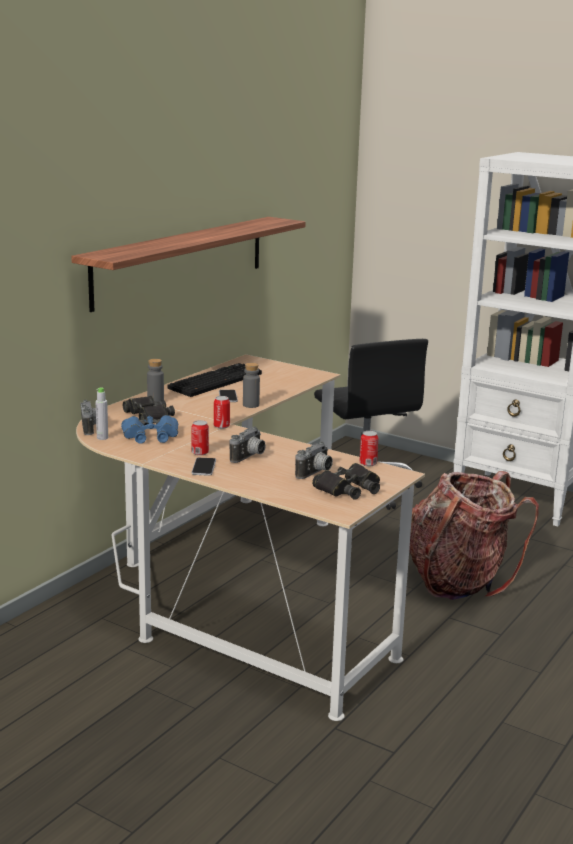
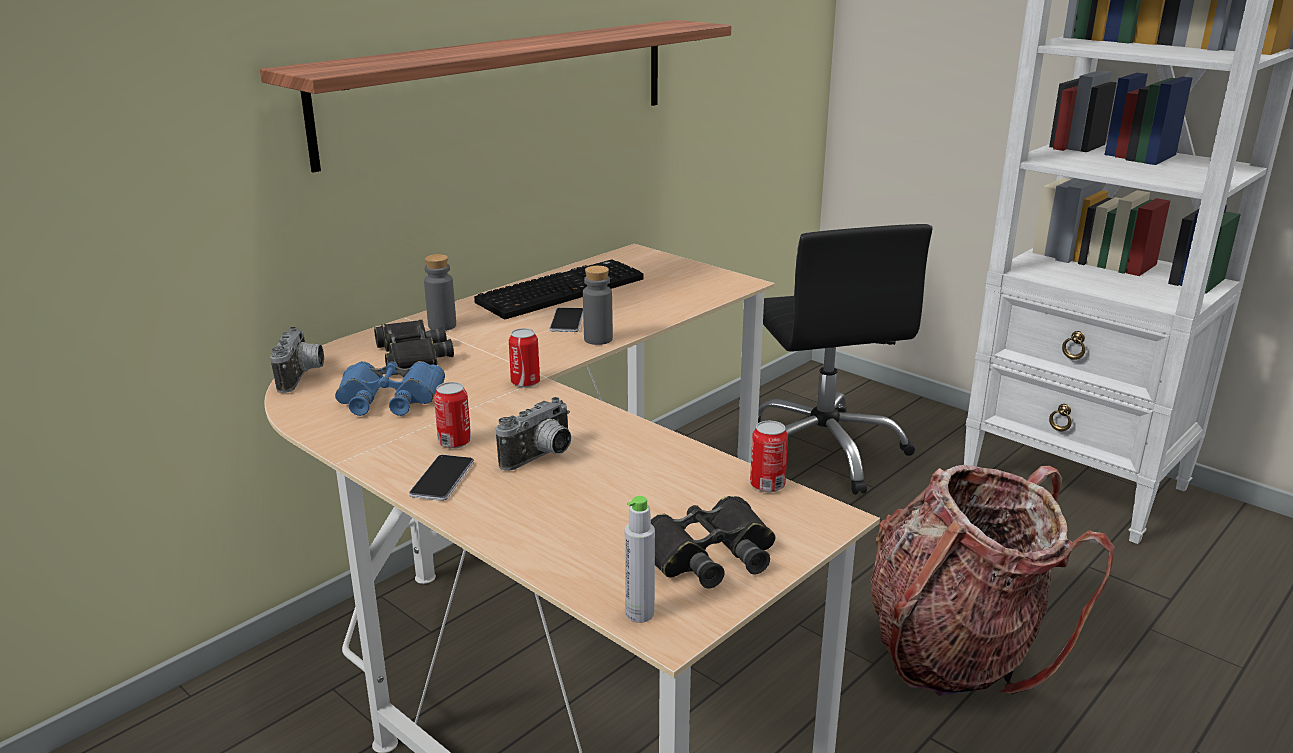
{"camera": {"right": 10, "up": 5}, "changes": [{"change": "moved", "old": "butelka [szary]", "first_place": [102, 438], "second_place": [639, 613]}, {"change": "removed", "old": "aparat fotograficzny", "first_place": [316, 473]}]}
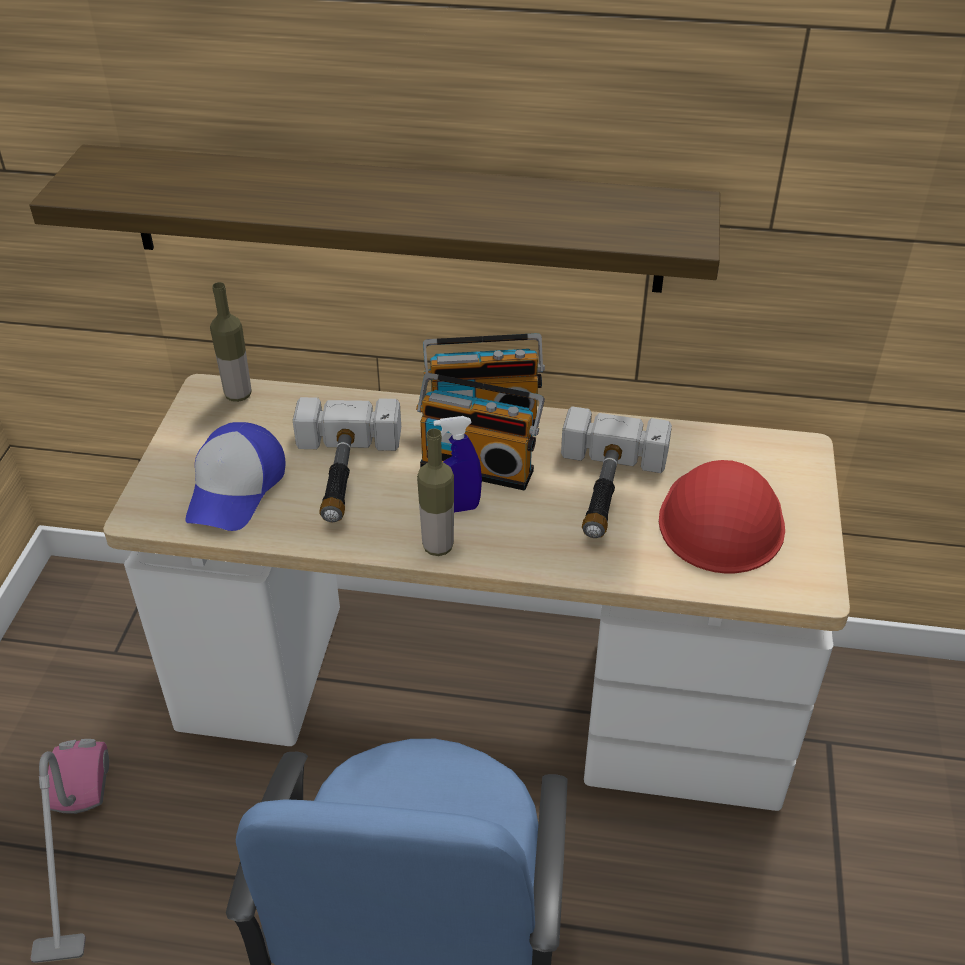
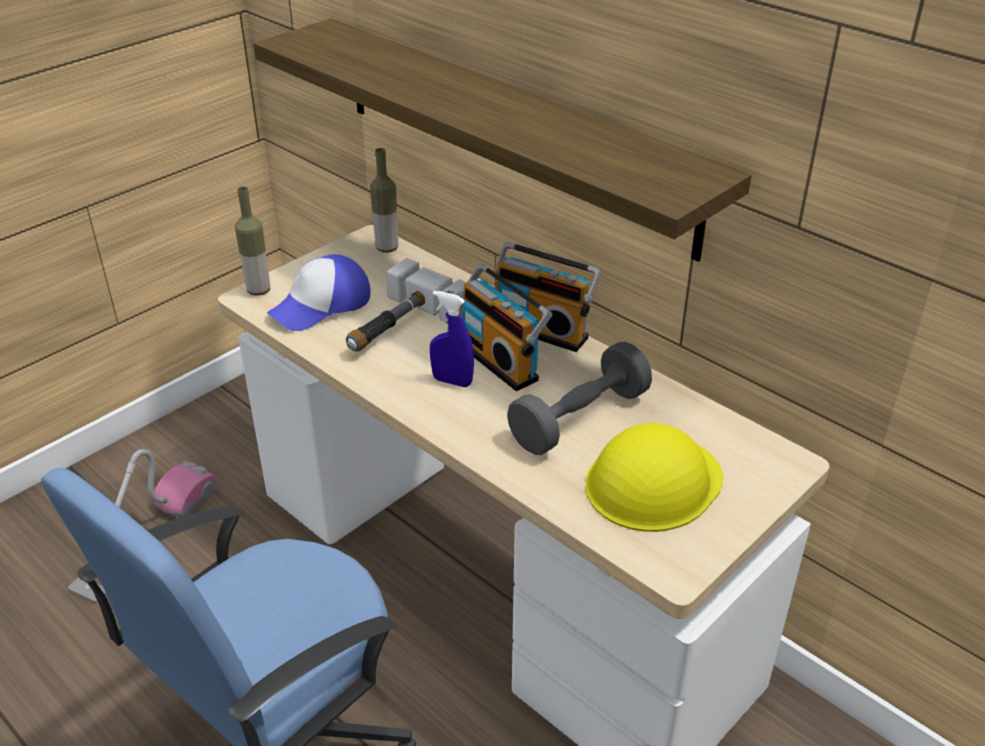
{"camera": {"right": 35, "up": -5}, "changes": [{"change": "moved", "old": "butelka", "first_place": [438, 546], "second_place": [259, 290]}, {"change": "replaced", "old": "młotek", "new": "hantel [szary]", "first_place": [605, 491], "second_place": [579, 419]}, {"change": "recoloured", "old": "kask [czerwony]", "new": "kask [żółty]", "first_place": [721, 519], "second_place": [653, 482]}]}
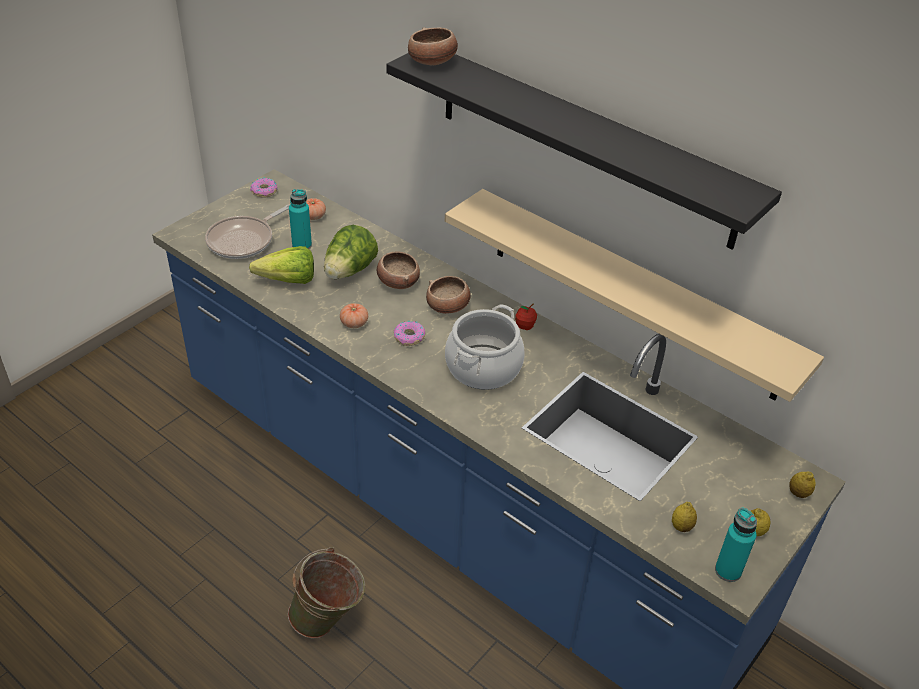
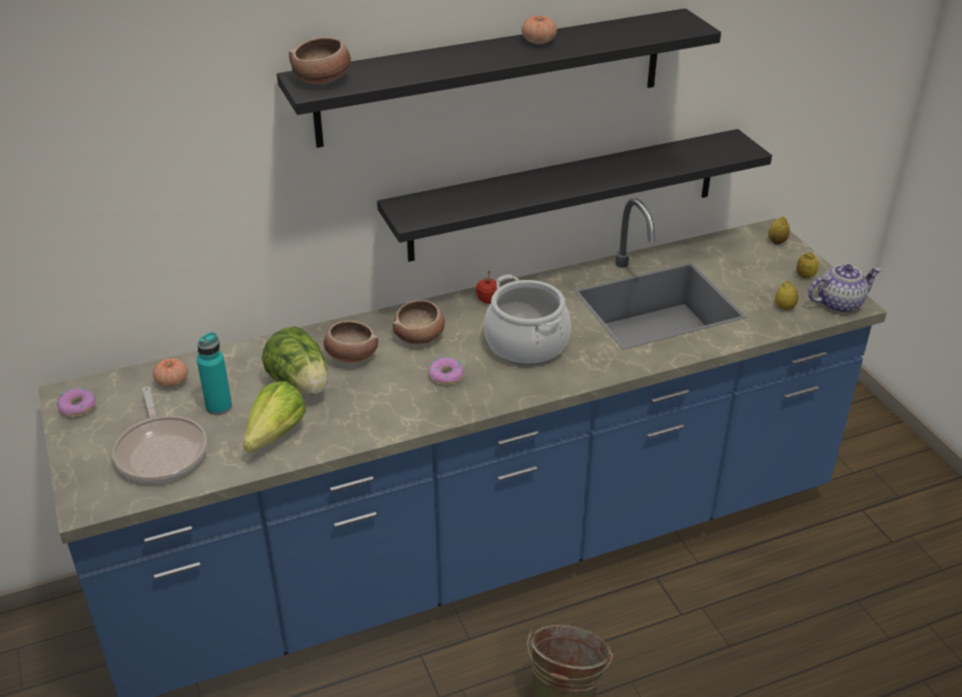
{"camera": {"right": -60, "up": -5}, "changes": [{"change": "moved", "old": "pomidor", "first_place": [354, 323], "second_place": [538, 41]}, {"change": "recoloured", "old": "półka [beżowy]", "new": "półka [czarny]", "first_place": [632, 293], "second_place": [565, 195]}, {"change": "replaced", "old": "butelka [turkusowy]", "new": "imbryk", "first_place": [728, 571], "second_place": [839, 303]}]}
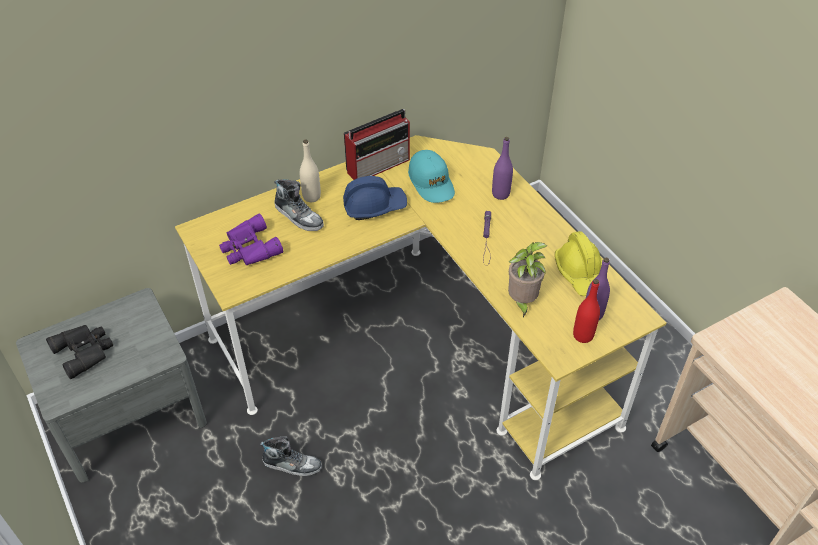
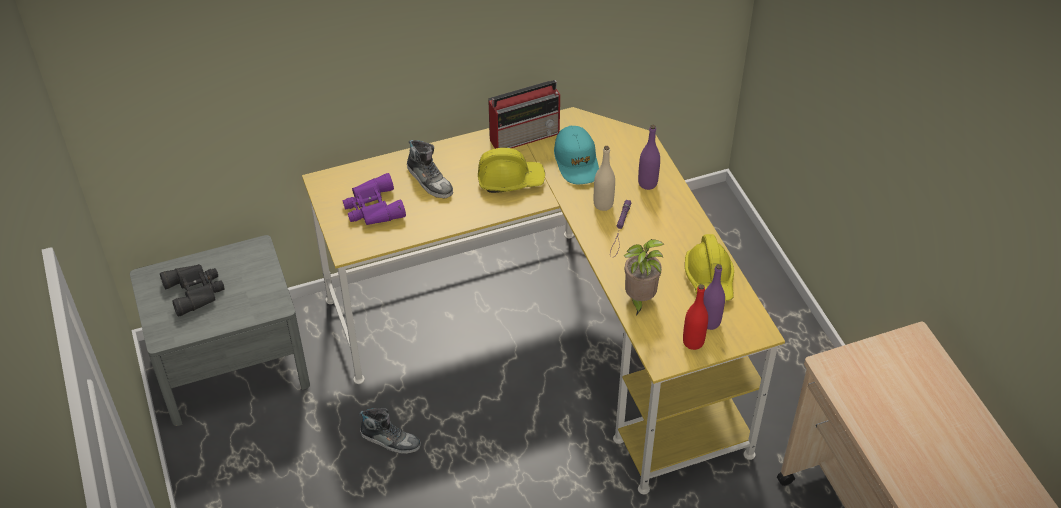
{"camera": {"right": 10, "up": 0}, "changes": [{"change": "moved", "old": "butelka [beżowy]", "first_place": [311, 197], "second_place": [603, 204]}, {"change": "recoloured", "old": "kask [niebieski]", "new": "kask [żółty]", "first_place": [374, 206], "second_place": [510, 180]}]}
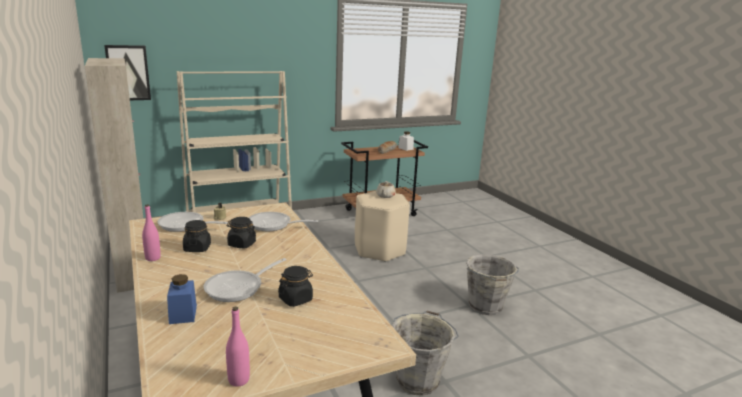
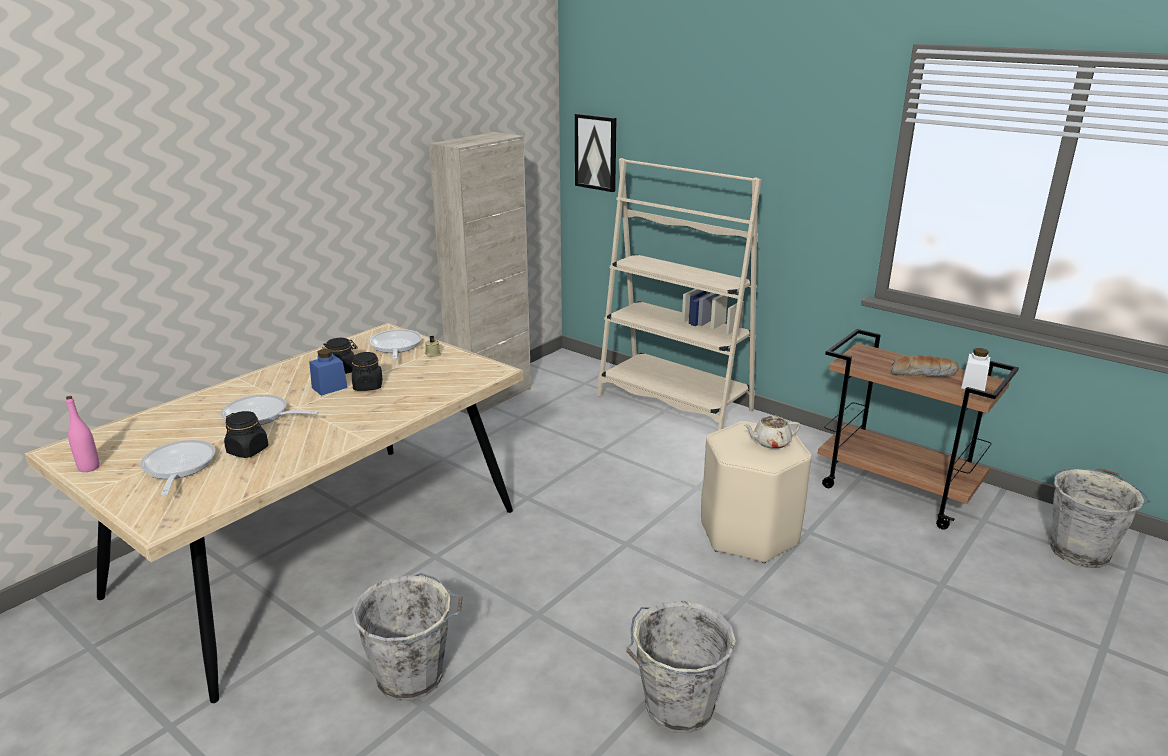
{"camera": {"right": 65, "up": 5}, "changes": [{"change": "removed", "old": "butelka [różowy]", "first_place": [153, 258]}, {"change": "moved", "old": "słoik [niebieski]", "first_place": [183, 314], "second_place": [329, 387]}, {"change": "moved", "old": "patelnia", "first_place": [273, 225], "second_place": [178, 468]}, {"change": "added", "new": "wiadro [szary]", "second_place": [1080, 550]}]}
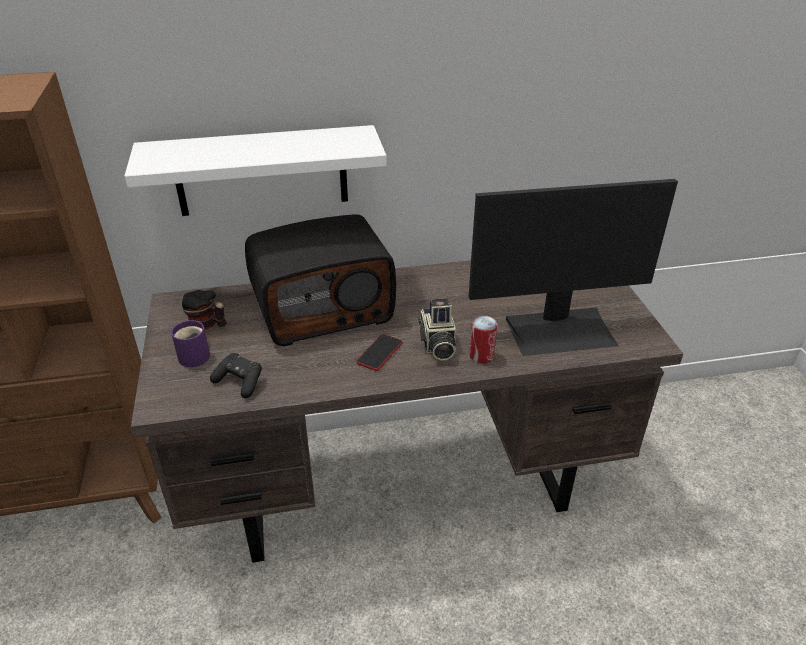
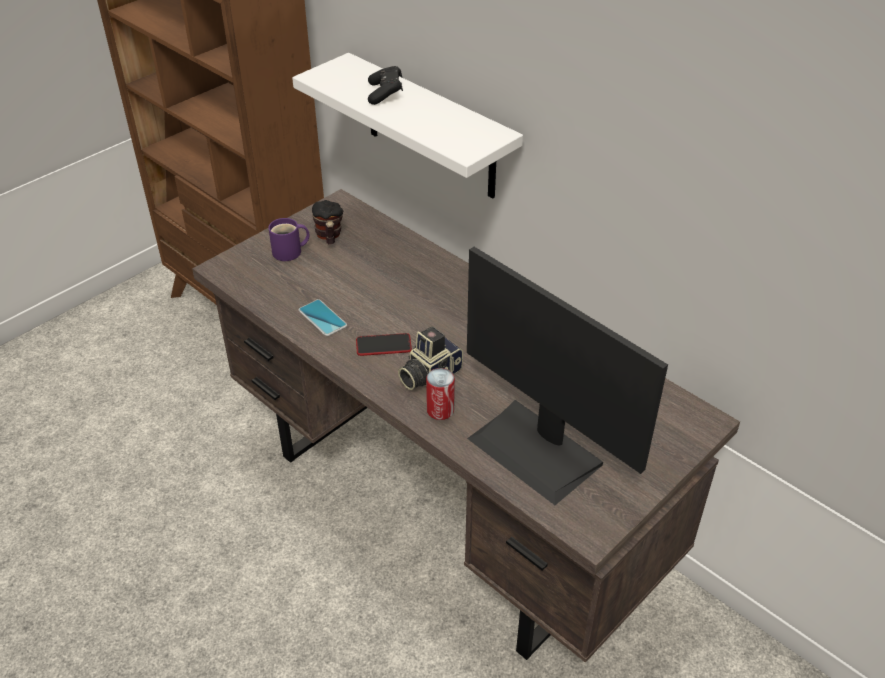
{"camera": {"right": 55, "up": 5}, "changes": [{"change": "moved", "old": "pad do gier [czarny]", "first_place": [240, 382], "second_place": [385, 94]}, {"change": "removed", "old": "radio", "first_place": [323, 308]}, {"change": "added", "new": "telefon", "second_place": [322, 318]}]}
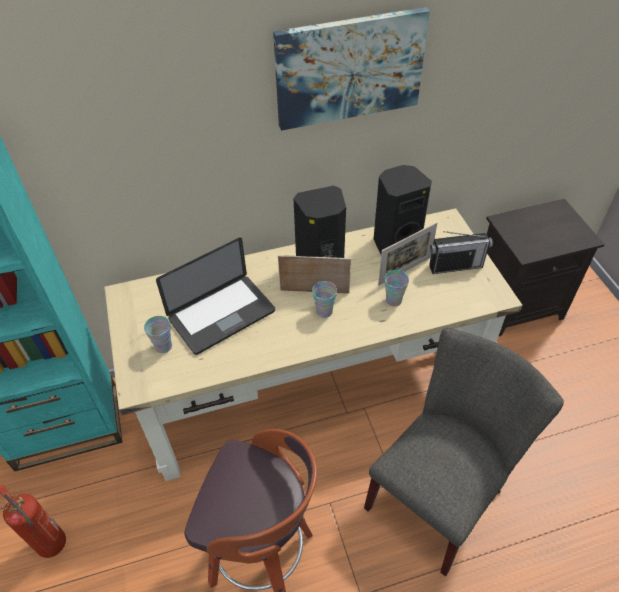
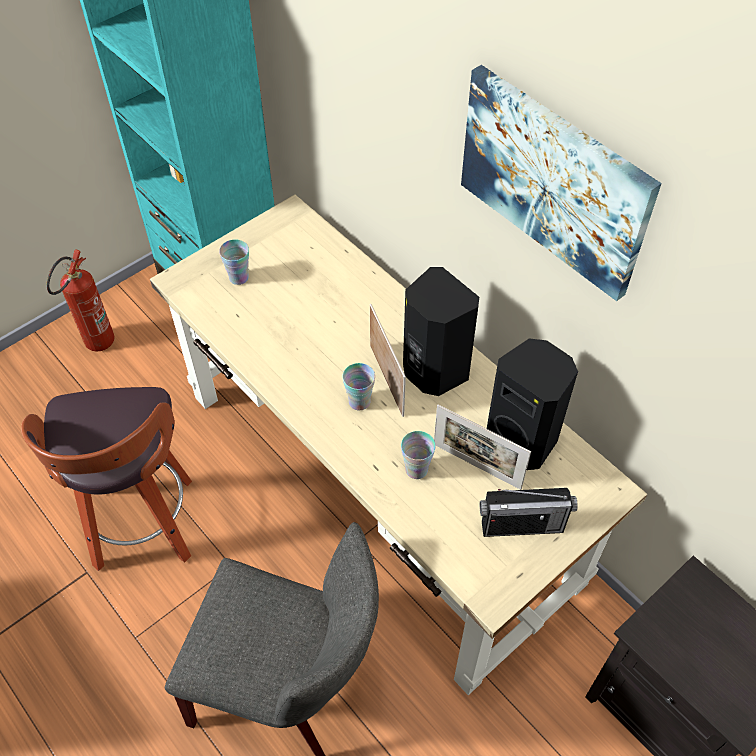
{"camera": {"right": 65, "up": 5}, "changes": [{"change": "removed", "old": "laptop", "first_place": [222, 315]}, {"change": "turned", "old": "radio", "first_place": [455, 266], "second_place": [521, 525], "degrees": -60}]}
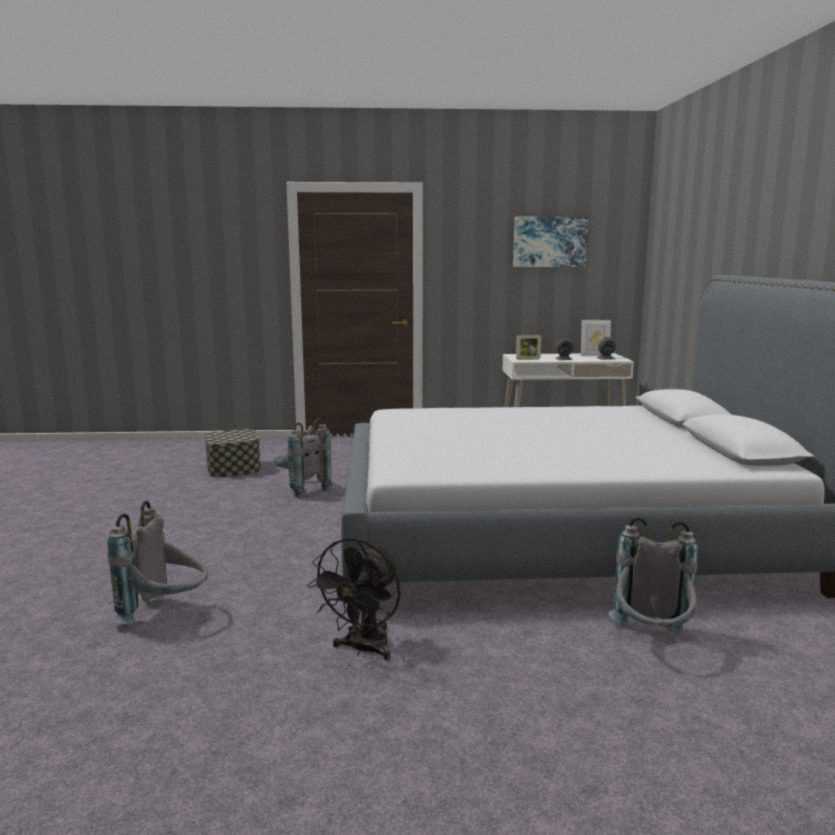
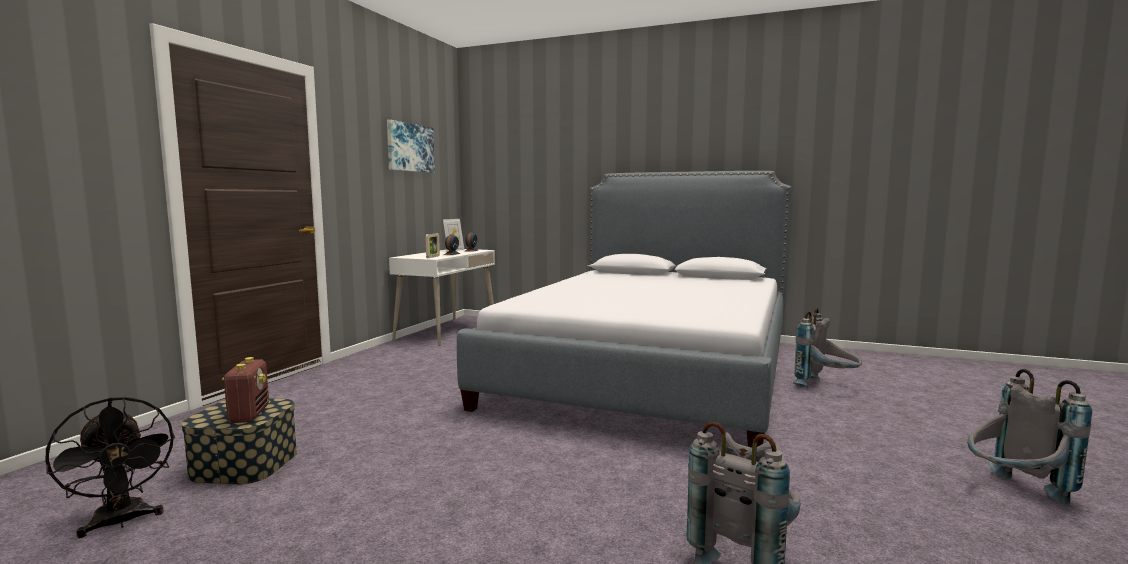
{"camera": {"right": -65, "up": -5}, "changes": [{"change": "moved", "old": "plecak [szary]", "first_place": [301, 488], "second_place": [1014, 493]}, {"change": "moved", "old": "wentylator [czarny]", "first_place": [363, 649], "second_place": [121, 522]}, {"change": "added", "new": "radio", "second_place": [249, 415]}]}
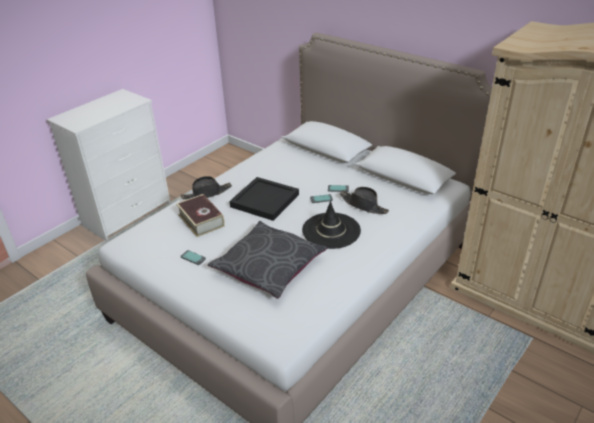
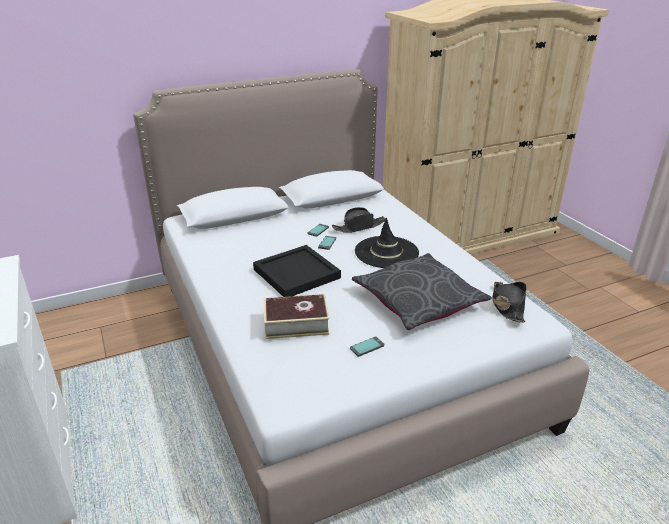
{"camera": {"right": -65, "up": -5}, "changes": [{"change": "moved", "old": "kapelusz [czarny]", "first_place": [207, 194], "second_place": [507, 305]}]}
